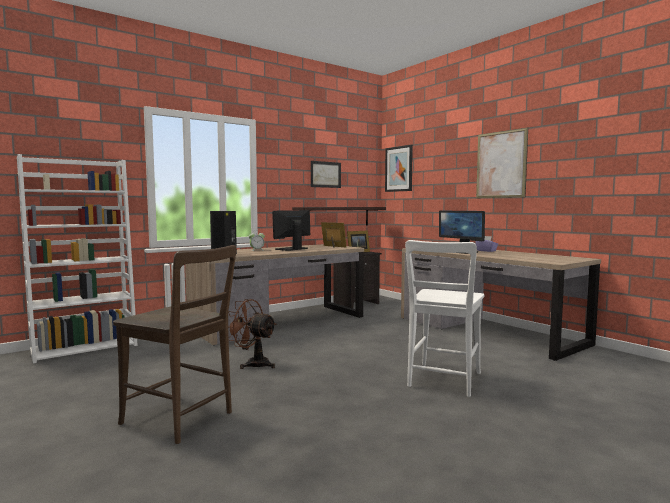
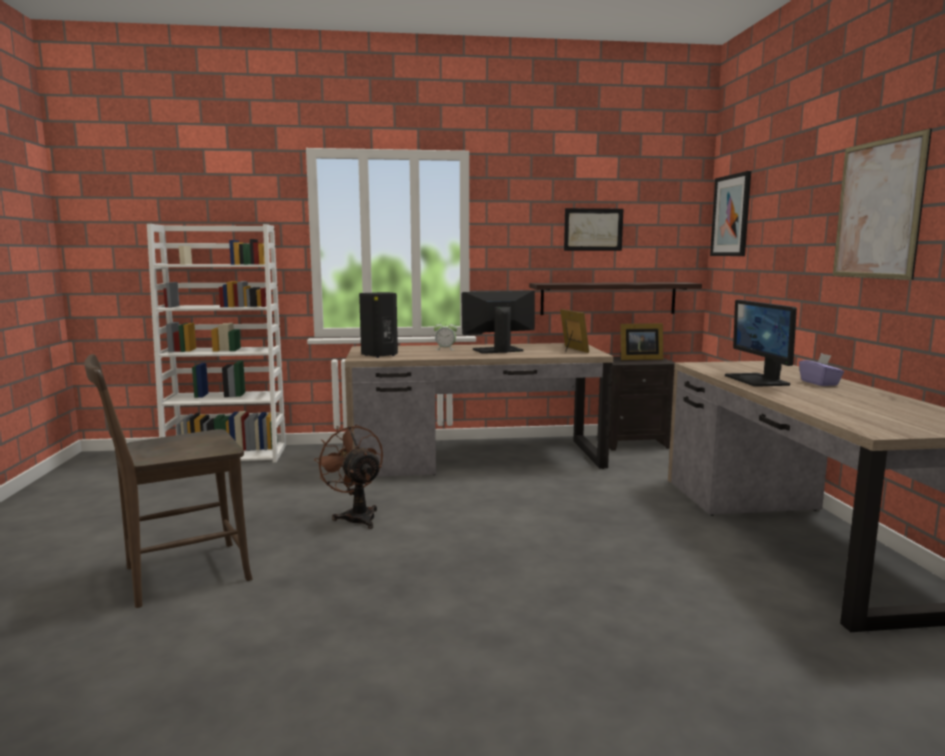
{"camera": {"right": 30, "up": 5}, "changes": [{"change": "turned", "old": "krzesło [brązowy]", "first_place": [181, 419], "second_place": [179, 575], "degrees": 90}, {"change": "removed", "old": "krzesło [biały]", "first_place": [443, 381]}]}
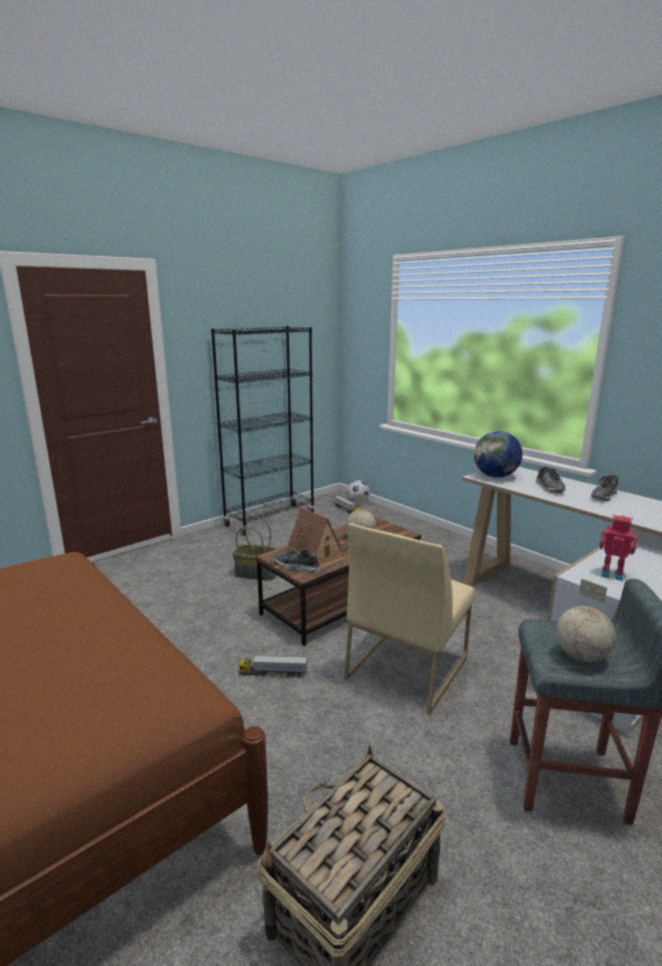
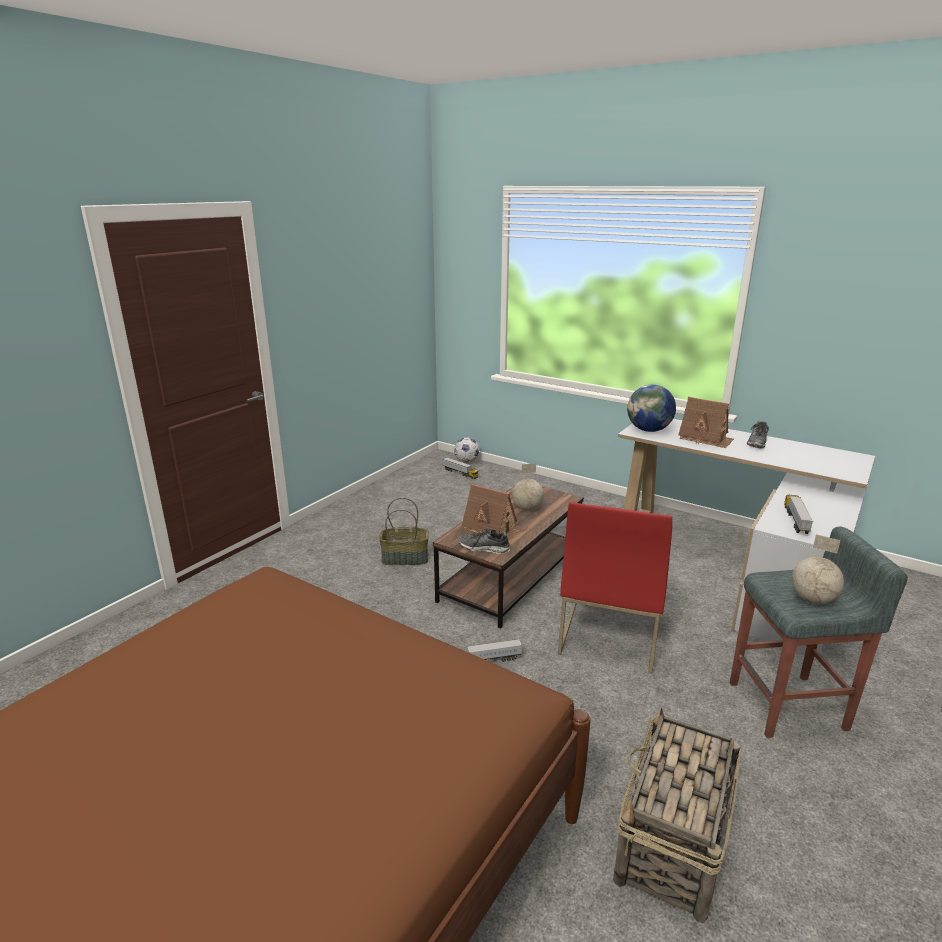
{"camera": {"right": -15, "up": 5}, "changes": [{"change": "removed", "old": "regał [czarny]", "first_place": [270, 519]}, {"change": "recoloured", "old": "krzesło [beżowy]", "new": "krzesło [czerwony]", "first_place": [406, 667], "second_place": [609, 632]}, {"change": "replaced", "old": "but", "new": "domek", "first_place": [549, 487], "second_place": [705, 438]}, {"change": "replaced", "old": "robot zabawkowy", "new": "ciężarówka zabawkowa", "first_place": [612, 574], "second_place": [795, 520]}]}
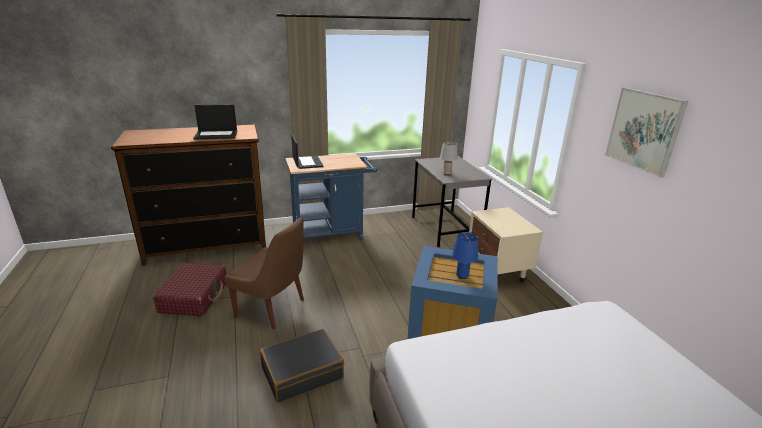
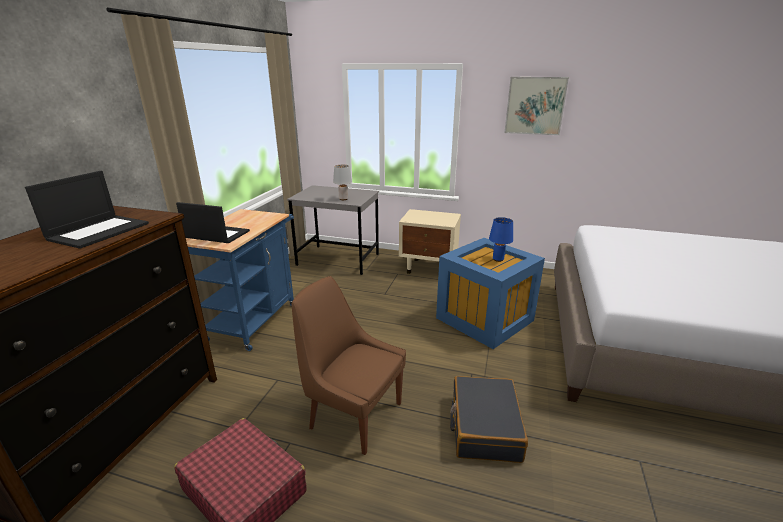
{"camera": {"right": -55, "up": 0}, "changes": [{"change": "turned", "old": "krzesło [brązowy]", "first_place": [272, 308], "second_place": [353, 414], "degrees": -120}]}
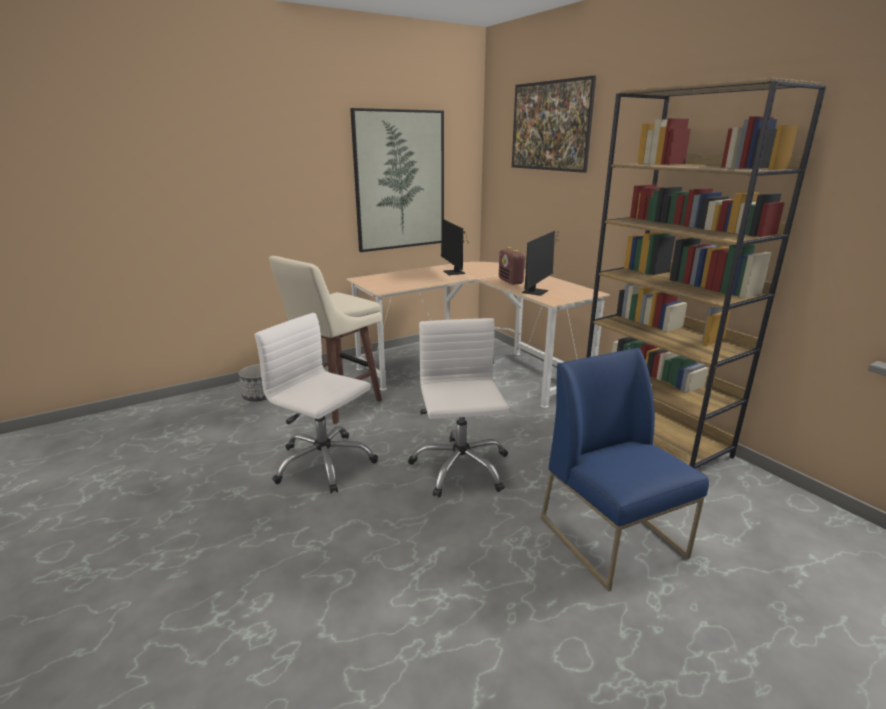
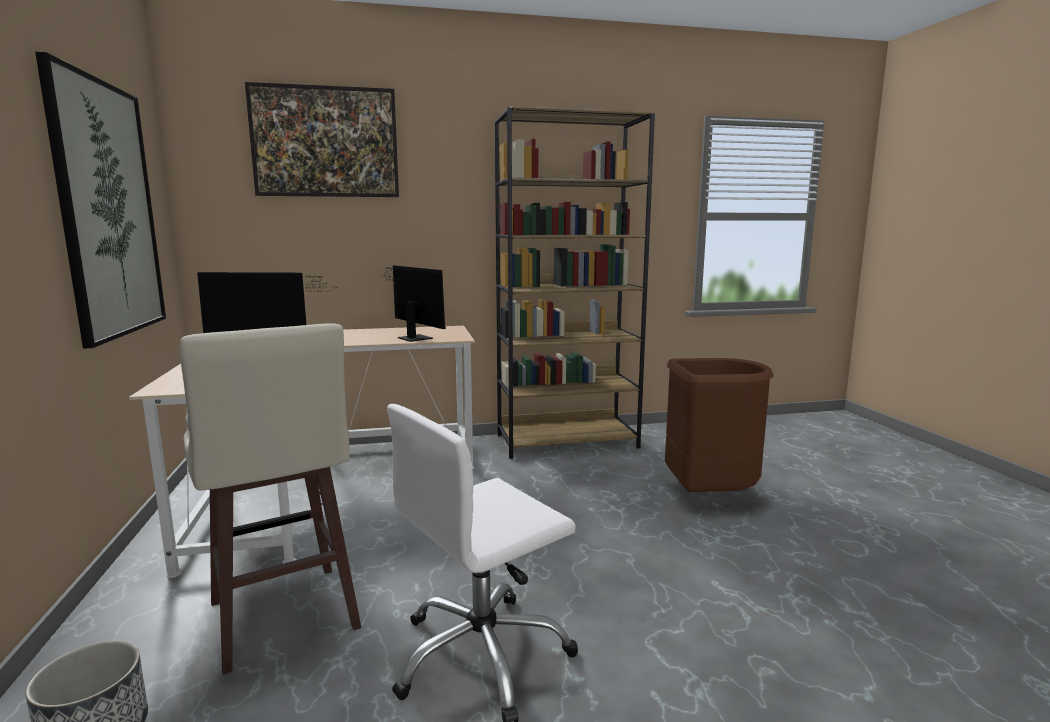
{"camera": {"right": -70, "up": -10}, "changes": [{"change": "removed", "old": "krzesło biurowe [biały]", "first_place": [460, 467]}, {"change": "removed", "old": "radio", "first_place": [511, 281]}, {"change": "replaced", "old": "krzesło [niebieski]", "new": "kosz na śmieci [brązowy]", "first_place": [613, 537], "second_place": [709, 495]}]}
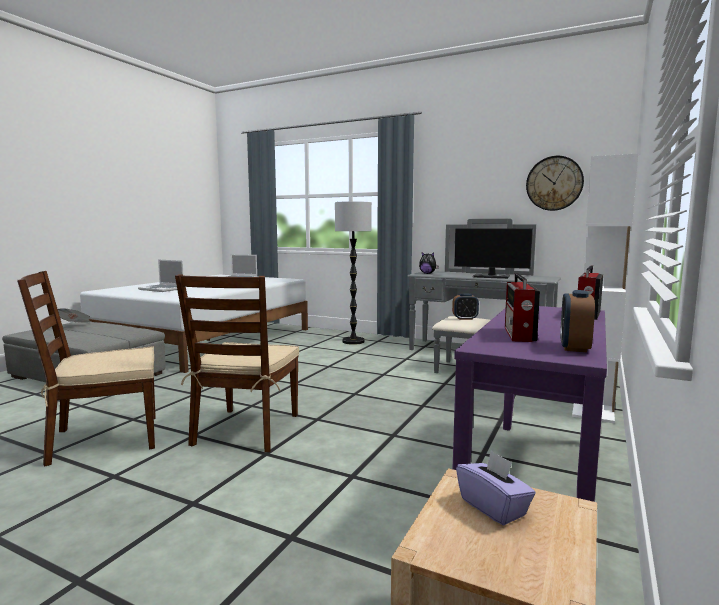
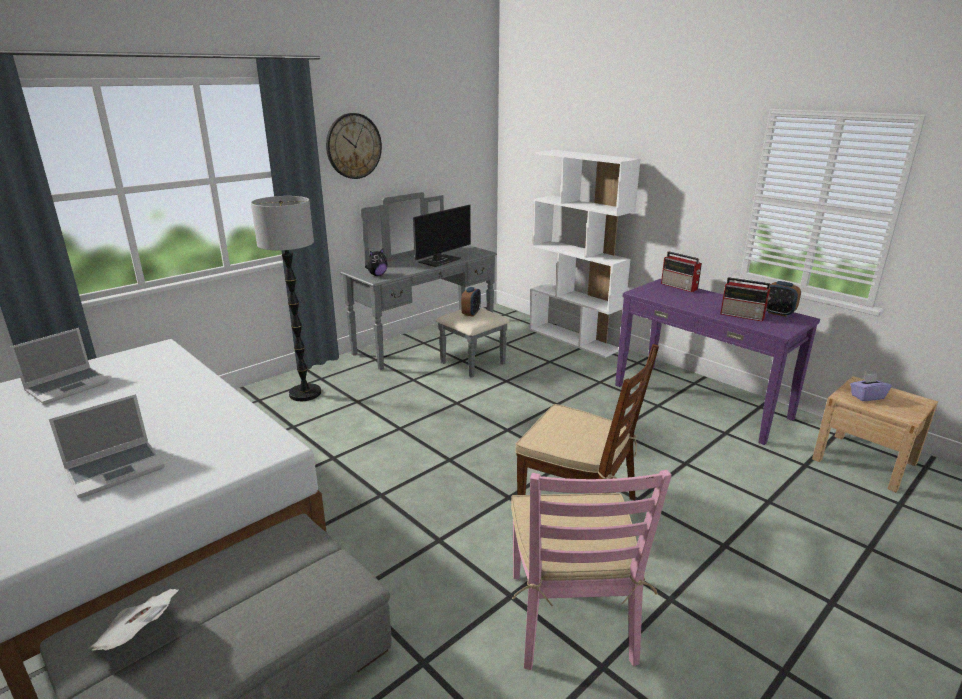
{"camera": {"right": -70, "up": 15}, "changes": [{"change": "recoloured", "old": "krzesło [brązowy]", "new": "krzesło [różowy]", "first_place": [104, 439], "second_place": [571, 617]}, {"change": "moved", "old": "zegar ścienny", "first_place": [554, 183], "second_place": [353, 146]}]}
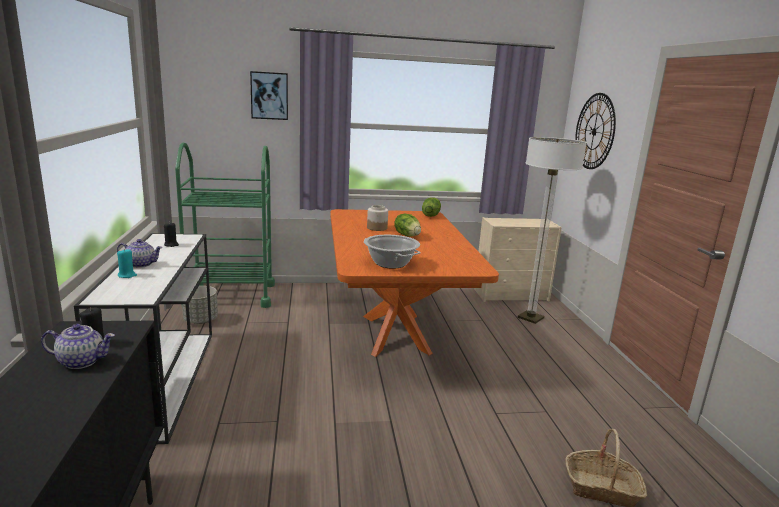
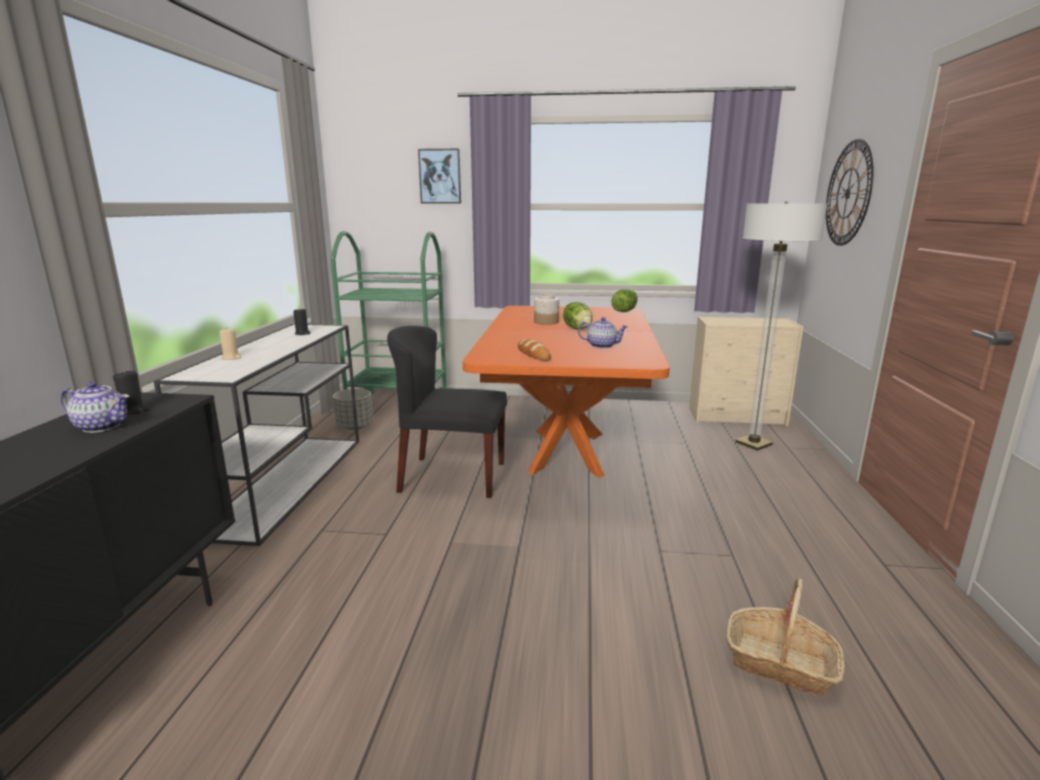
{"camera": {"right": 15, "up": 0}, "changes": [{"change": "moved", "old": "imbryk", "first_place": [141, 264], "second_place": [602, 346]}, {"change": "recoloured", "old": "świeca [turkusowy]", "new": "świeca [beżowy]", "first_place": [127, 275], "second_place": [231, 357]}, {"change": "replaced", "old": "garnek", "new": "chleb", "first_place": [390, 263], "second_place": [533, 354]}, {"change": "added", "new": "krzesło [czarny]", "second_place": [452, 477]}]}
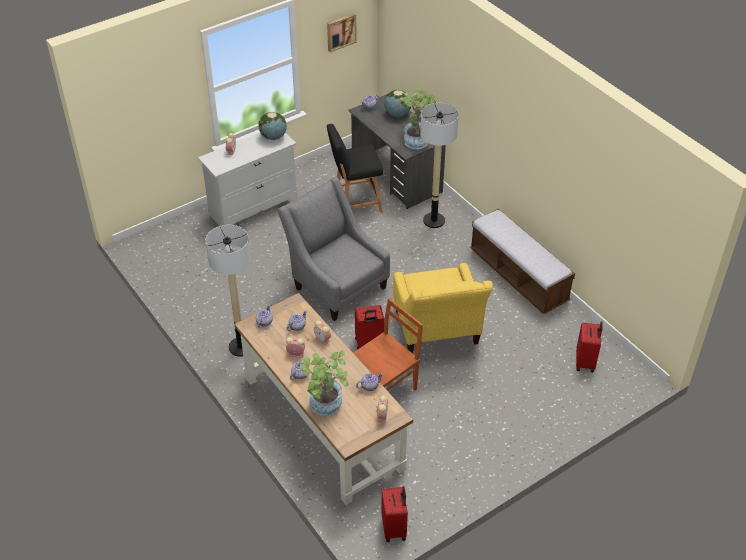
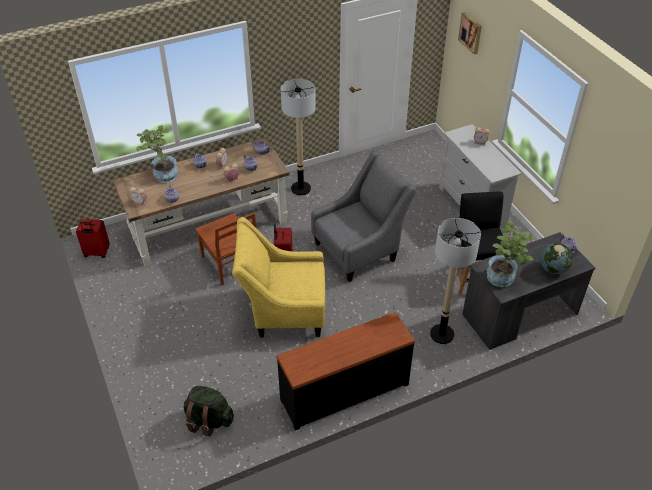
{"camera": {"right": 100, "up": 0}, "changes": [{"change": "removed", "old": "globus", "first_place": [273, 137]}, {"change": "moved", "old": "obraz", "first_place": [340, 31], "second_place": [471, 32]}, {"change": "replaced", "old": "ławka", "new": "komoda [czarny]", "first_place": [518, 276], "second_place": [344, 391]}, {"change": "replaced", "old": "walizka [czerwony]", "new": "plecak [zielony]", "first_place": [585, 362], "second_place": [209, 420]}]}
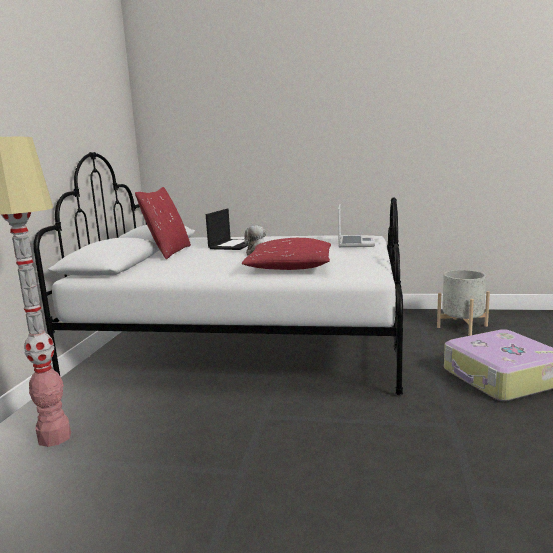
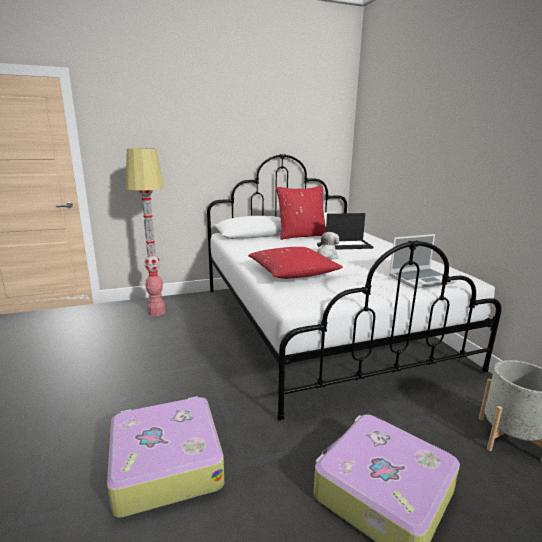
{"camera": {"right": 60, "up": 5}, "changes": [{"change": "added", "new": "walizka", "second_place": [165, 463]}]}
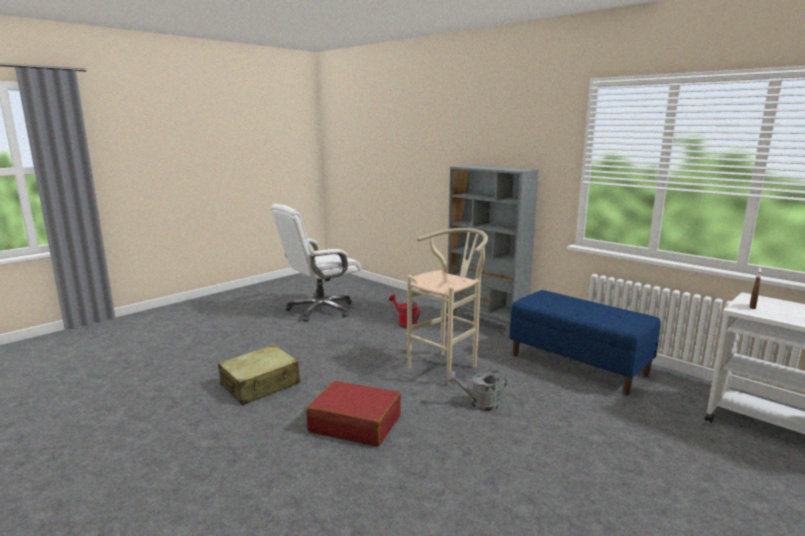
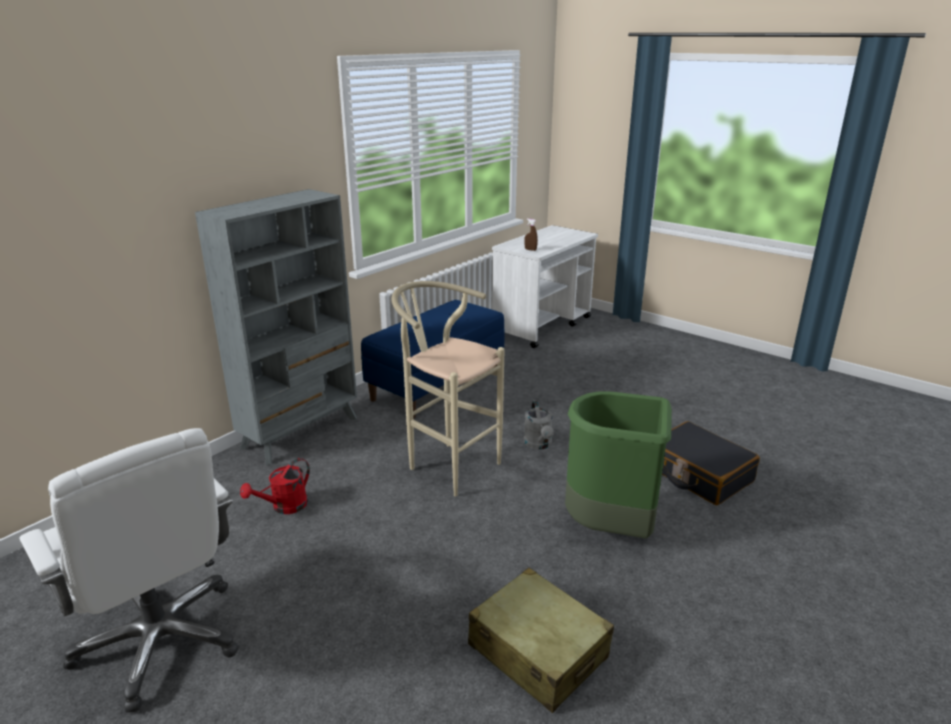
{"camera": {"right": -95, "up": 10}, "changes": [{"change": "replaced", "old": "walizka [czerwony]", "new": "kosz na śmieci [zielony]", "first_place": [355, 424], "second_place": [611, 528]}, {"change": "added", "new": "walizka [czarny]", "second_place": [698, 474]}]}
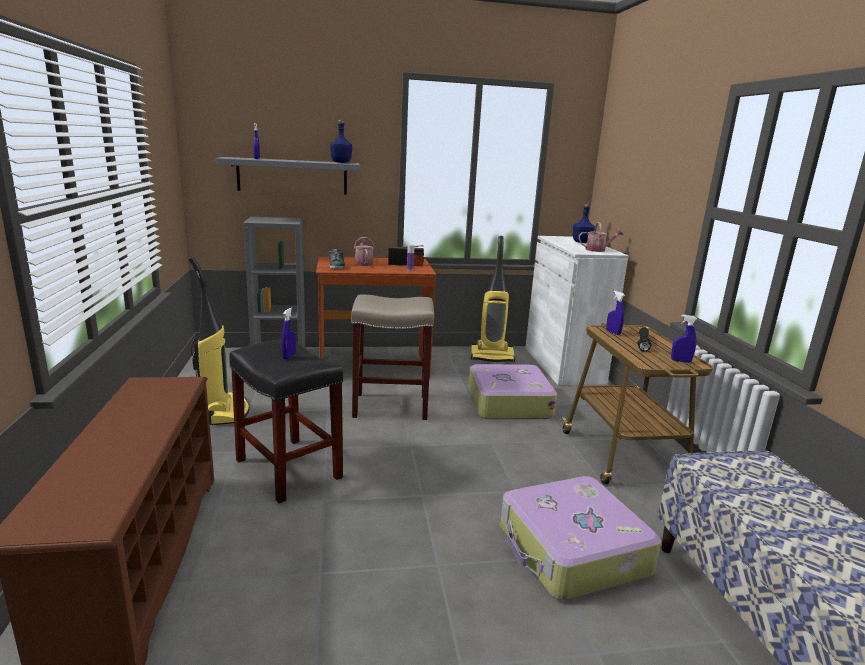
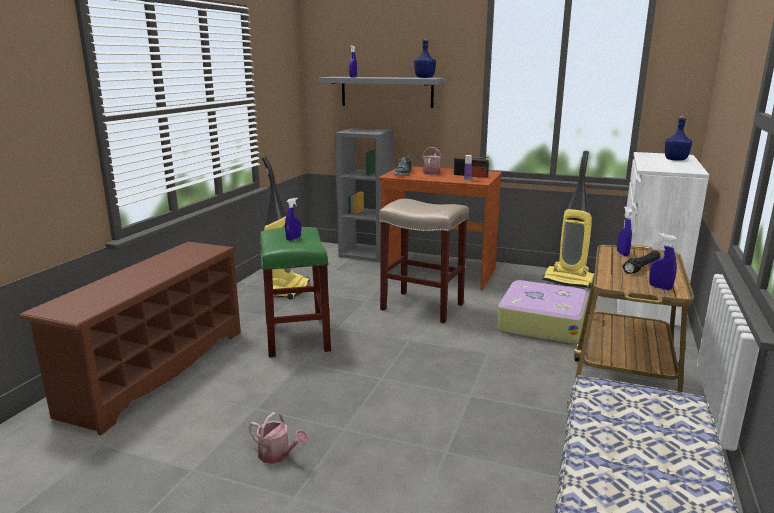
{"camera": {"right": 30, "up": 0}, "changes": [{"change": "recoloured", "old": "stołek [czarny]", "new": "stołek [zielony]", "first_place": [287, 468], "second_place": [296, 336]}, {"change": "removed", "old": "walizka", "first_place": [571, 551]}, {"change": "moved", "old": "konewka", "first_place": [598, 250], "second_place": [278, 455]}]}
